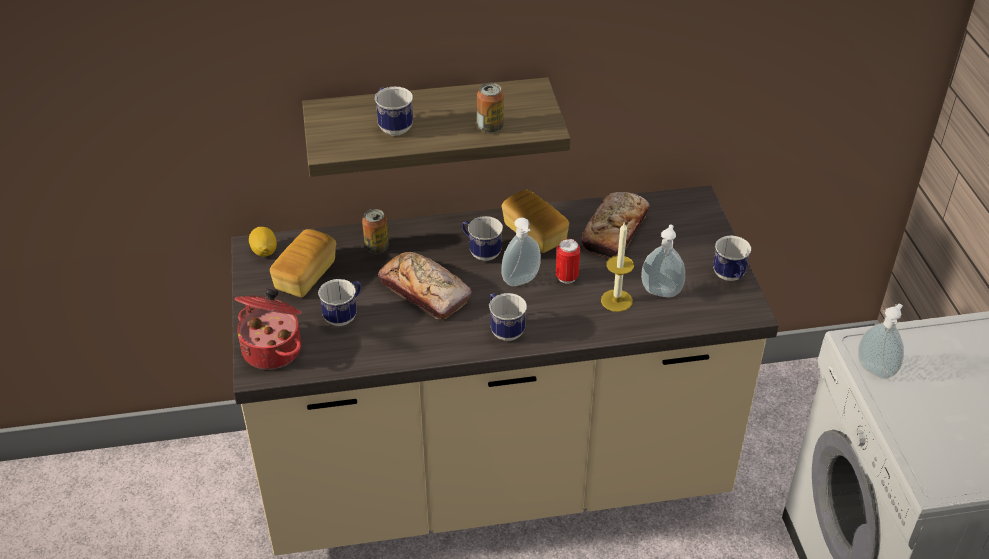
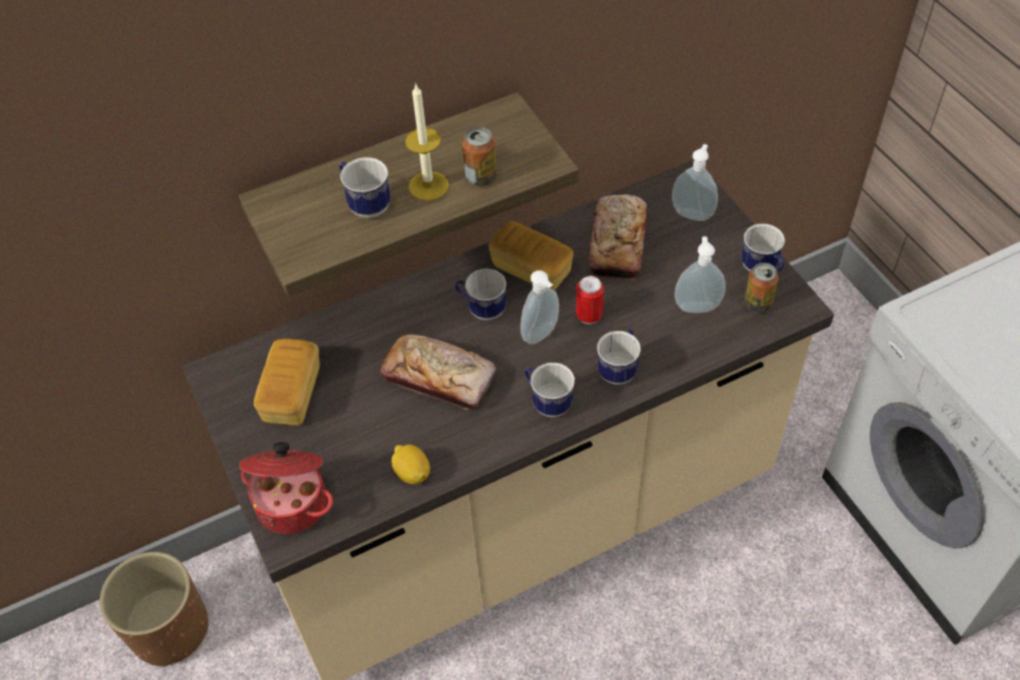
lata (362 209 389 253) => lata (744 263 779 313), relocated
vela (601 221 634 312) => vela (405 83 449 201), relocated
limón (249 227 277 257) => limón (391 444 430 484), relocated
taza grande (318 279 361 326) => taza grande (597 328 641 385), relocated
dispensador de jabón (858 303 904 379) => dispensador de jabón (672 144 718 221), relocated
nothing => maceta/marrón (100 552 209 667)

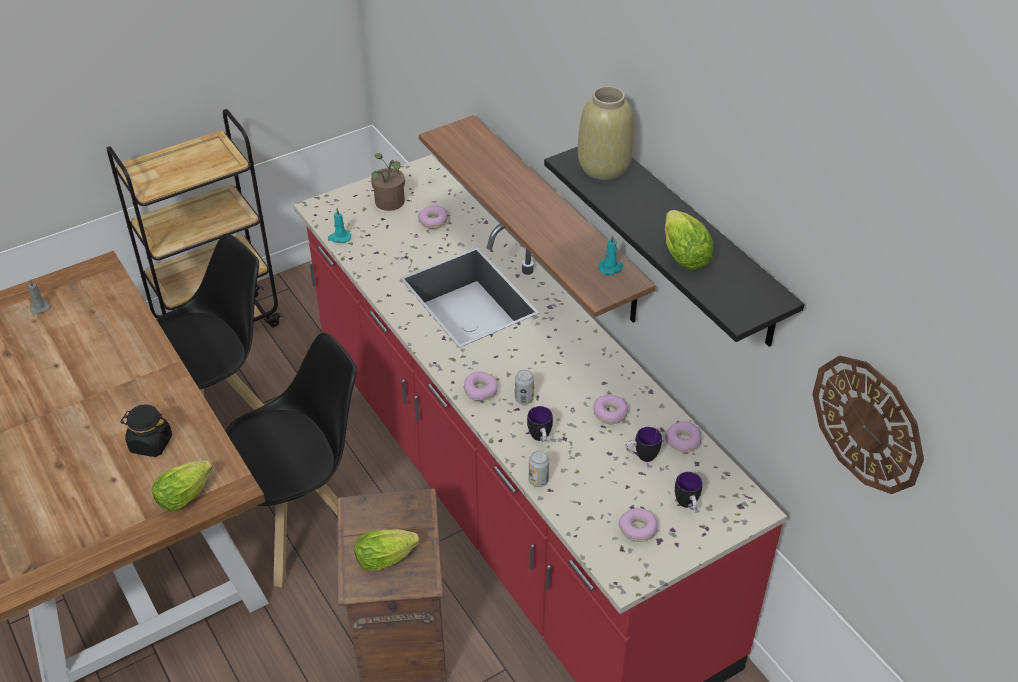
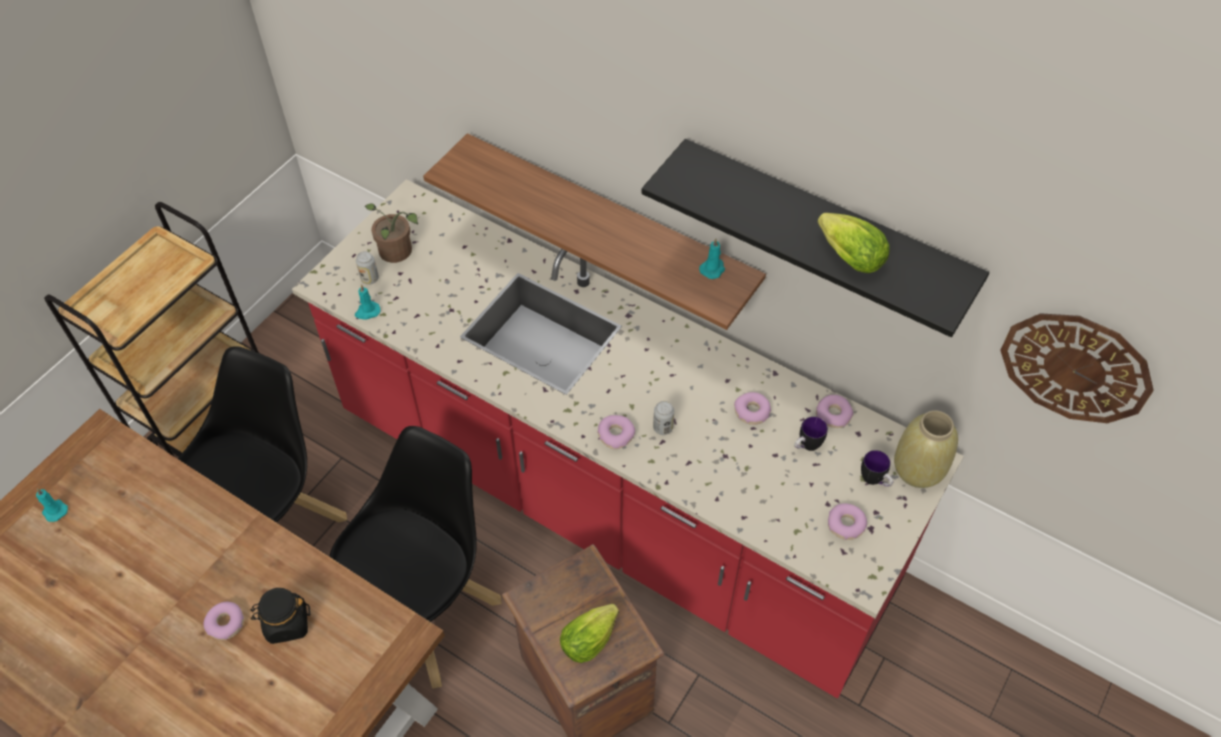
florero/beis (578 86 634 180) => florero/beis (894 410 958 488), relocated
rosquilla (418 205 448 229) => rosquilla (203 602 244 640), relocated
vela/gris (28 280 50 314) => vela/turquesa (36 488 68 522)
taza grande (527 406 553 442) => nothing
lata (529 451 549 487) => lata (356 251 379 285), relocated
lechuga (152 460 213 511) => nothing

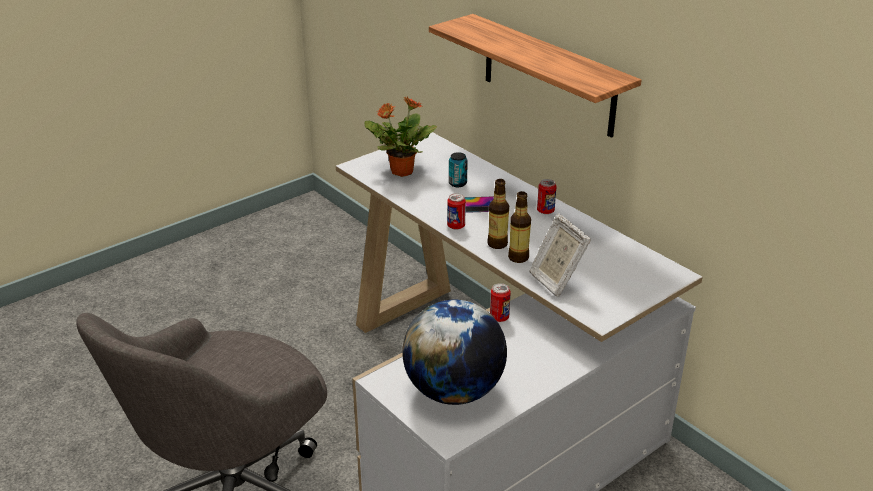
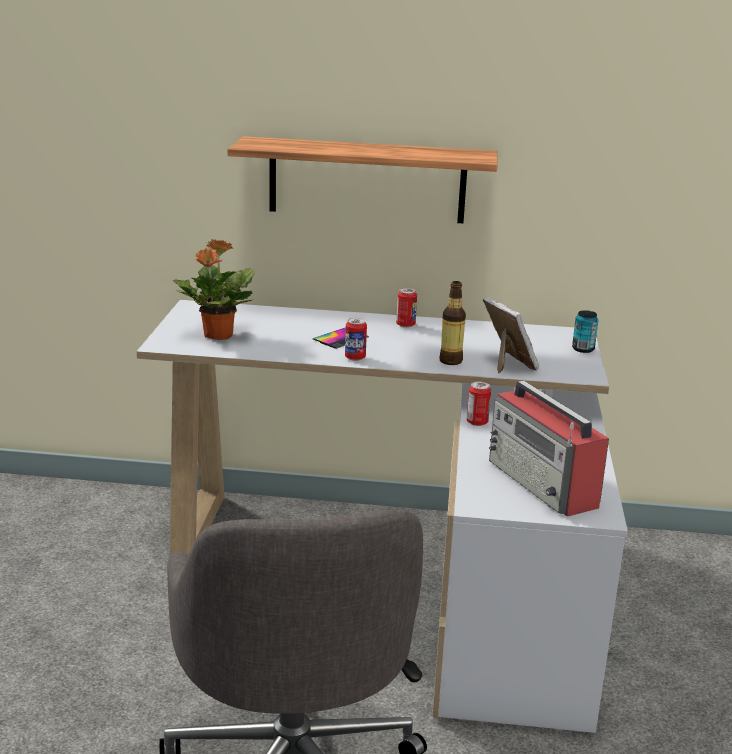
lata (449 152 468 187) => lata (572 310 598 353), relocated
botella (488 179 509 249) => nothing
portarretratos (529 213 591 297) => portarretratos (483 297 540 373), 135 degrees counterclockwise
globo terráqueo (402 300 507 405) => radio (489 381 609 517)

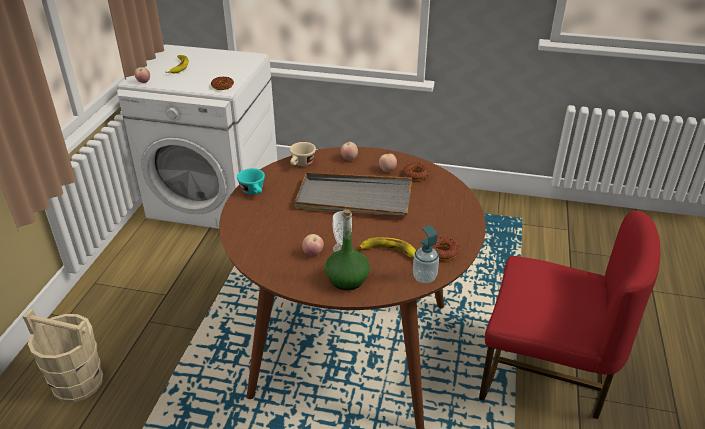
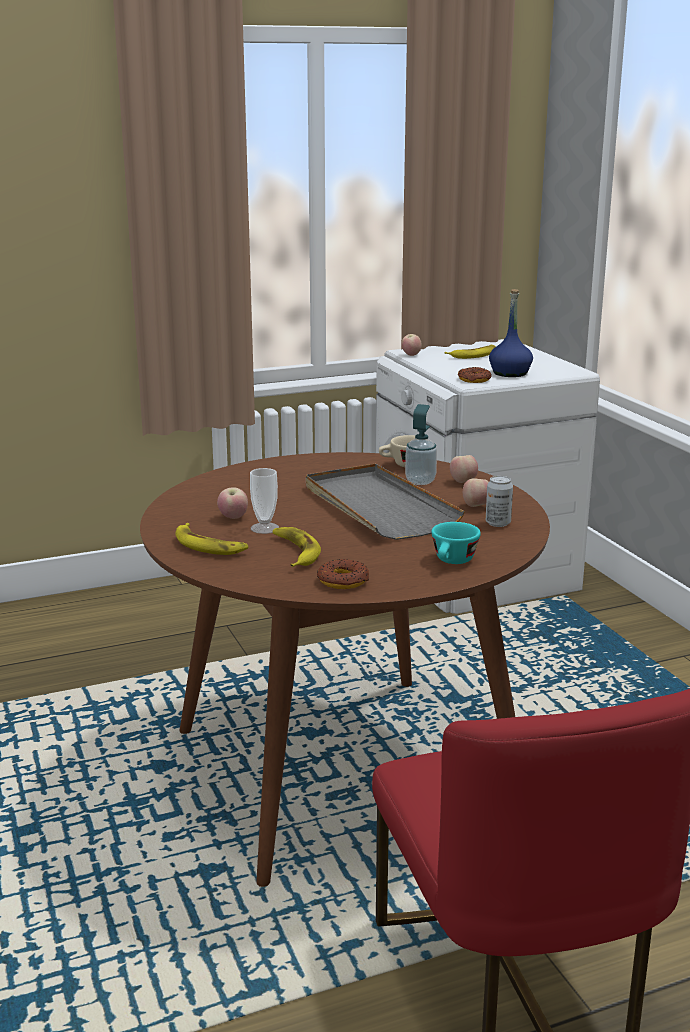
rosquilla (403 162 430 181) => lata (486 476 513 527)
taza/turquesa (237 168 265 194) => taza/turquesa (431 522 481 564), relocated
botella/verde (325 209 370 290) => plátano (175 523 248 555)
dispensador de jabón (413 225 439 283) => dispensador de jabón (405 404 437 485), relocated
cubo/beis (23 308 103 402) => nothing
nothing => botella/azul (489 289 533 377)

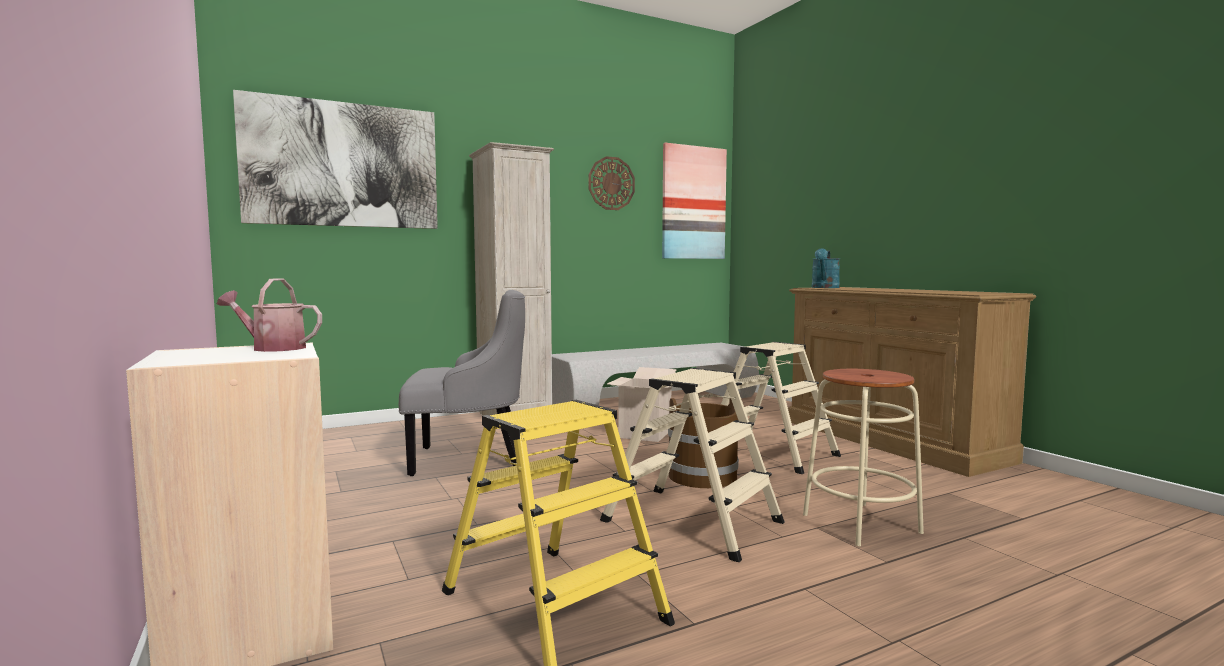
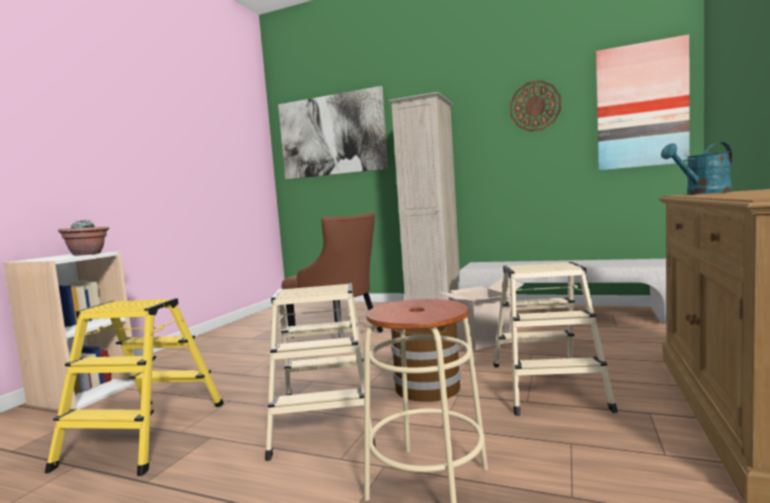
regadera (217 278 322 352) => planta en maceta (58 219 109 256)
silla/gris (399 290 525 476) => silla/marrón (282 213 383 338)

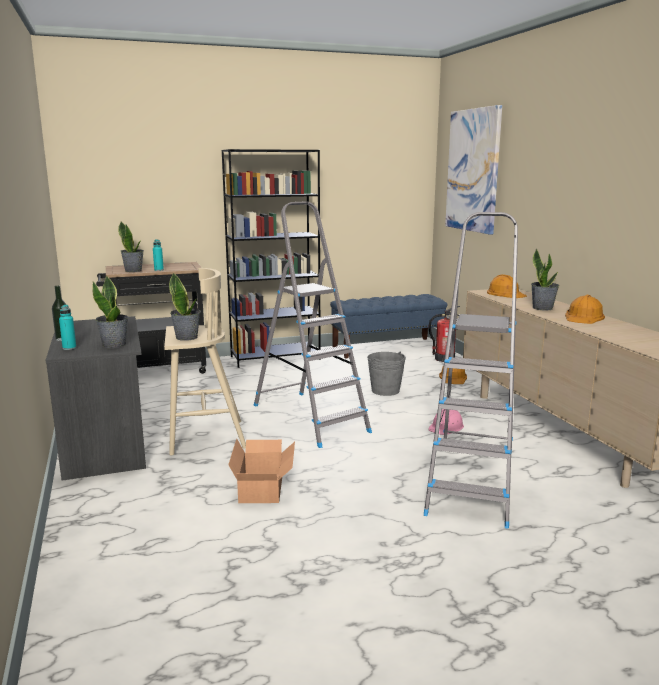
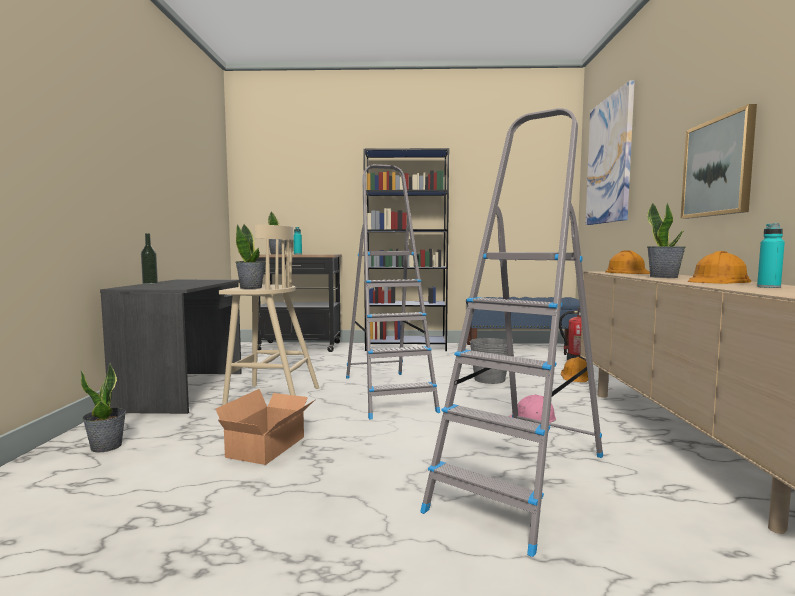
planta en maceta (92 276 128 348) => planta en maceta (81 362 126 453), relocated
botella/turquesa (59 305 76 350) => botella/turquesa (757 223 785 288), relocated
nothing => cuadro (681 104 757 219)

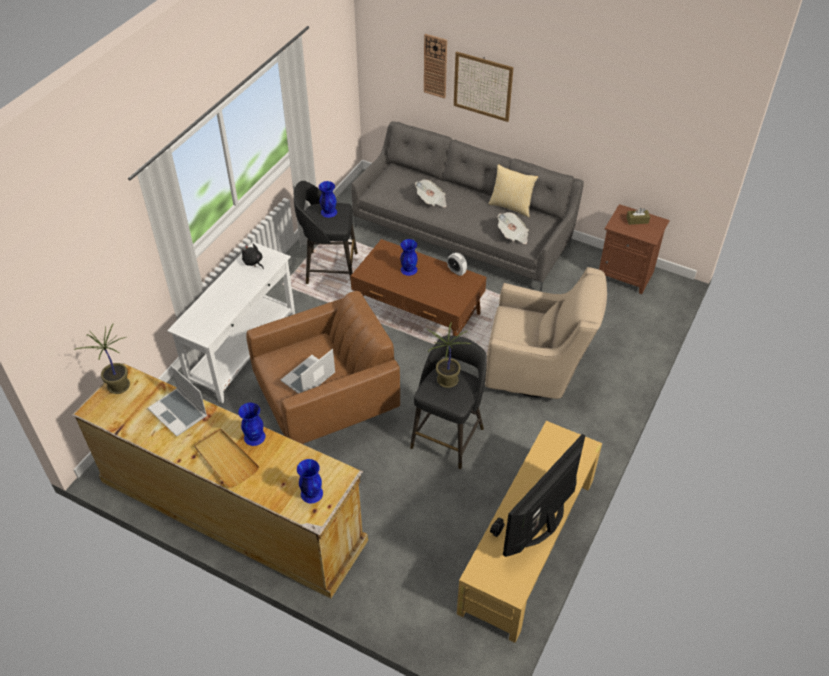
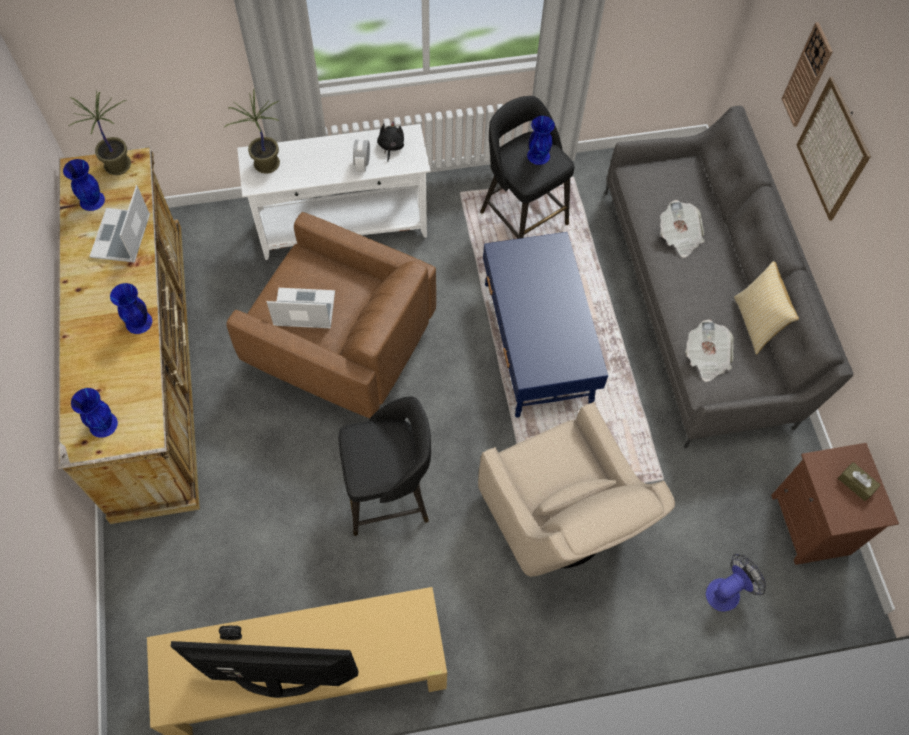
mesa de centro/marrón (350 239 487 336) => mesa de centro/azul (483 232 608 418)
florero/azul (400 239 418 276) => florero/azul (63 159 105 211), relocated
despertador (447 253 467 276) => despertador (353 138 370 172), relocated
planta en maceta (427 322 471 388) => planta en maceta (223 89 280 174), relocated
bandeja/beis (194 428 259 488) => nothing
nothing => ventilador (706 554 766 612)

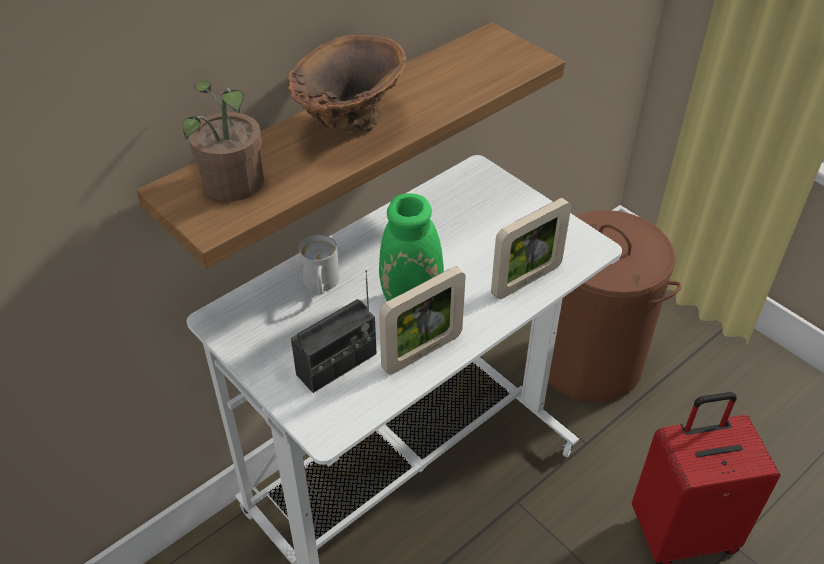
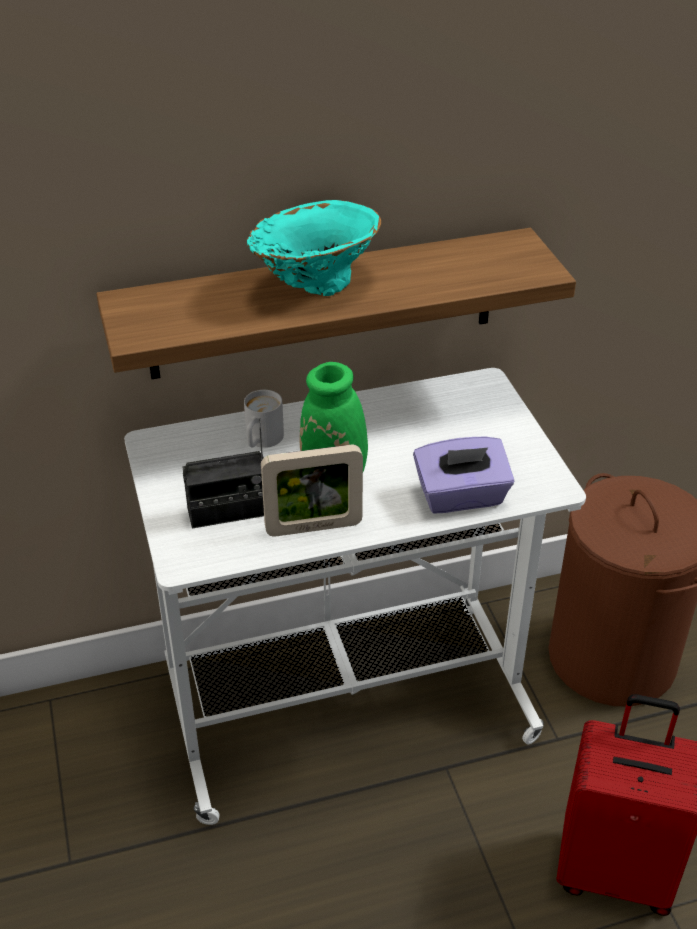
florero/marrón (288 35 406 133) => florero/turquesa (247 200 381 296)
planta en maceta (183 81 264 201) => nothing
portarretratos (491 198 571 299) => caja de pañuelos/morado (413 437 514 514)

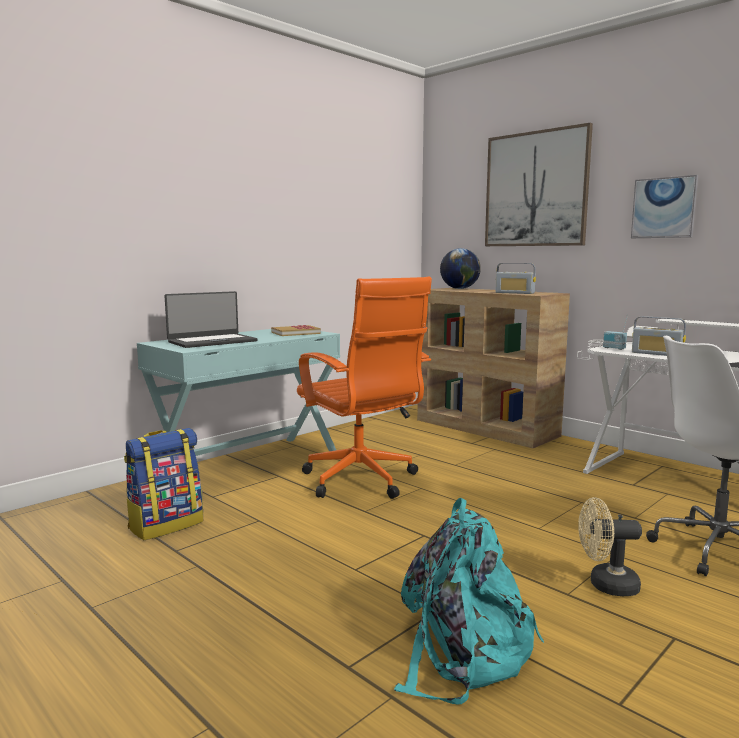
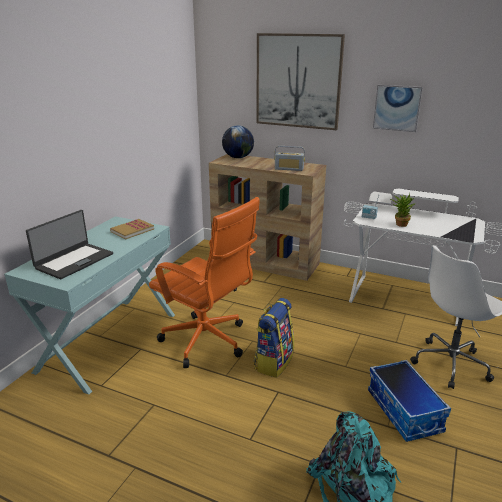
radio (632 316 686 356) => planta en maceta (390 193 416 227)
mochila (124 428 203 540) => mochila (254 298 294 378), relocated
ventilador/beis (578 497 642 596) => caja de almacenaje (368 360 451 442)

